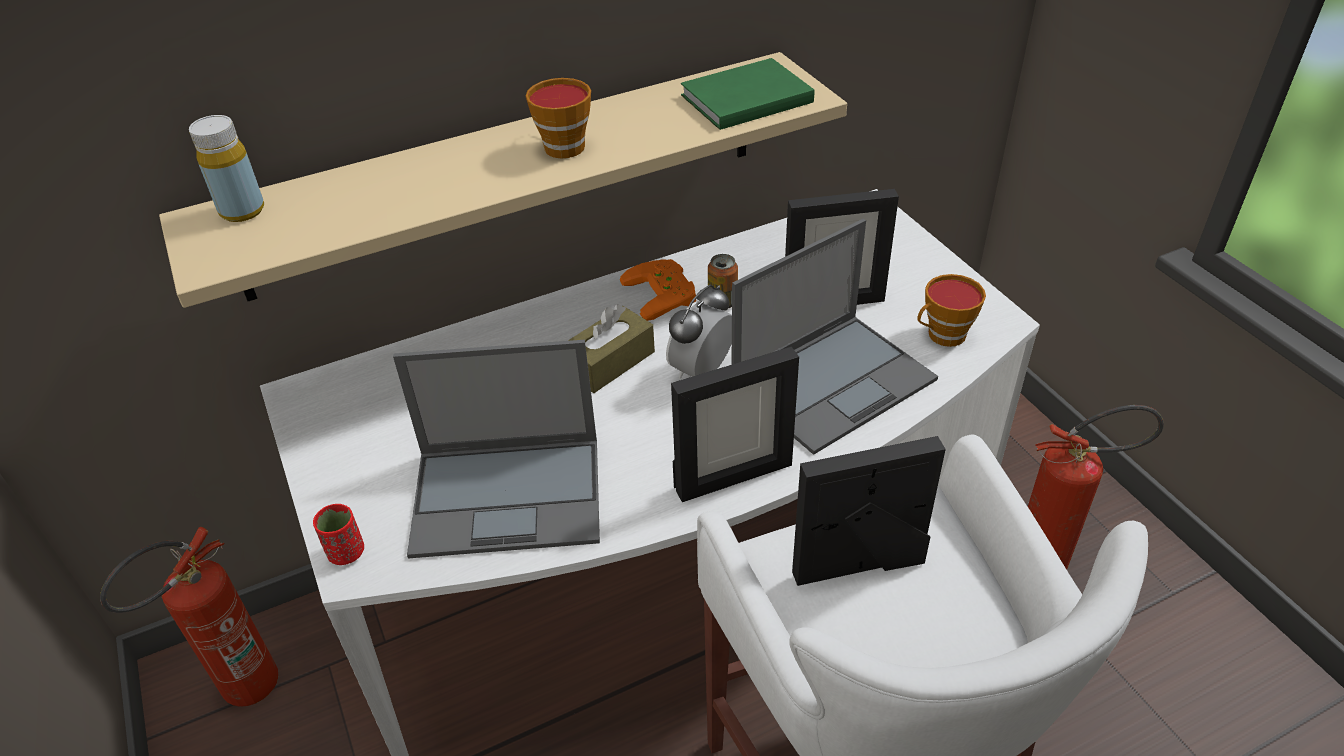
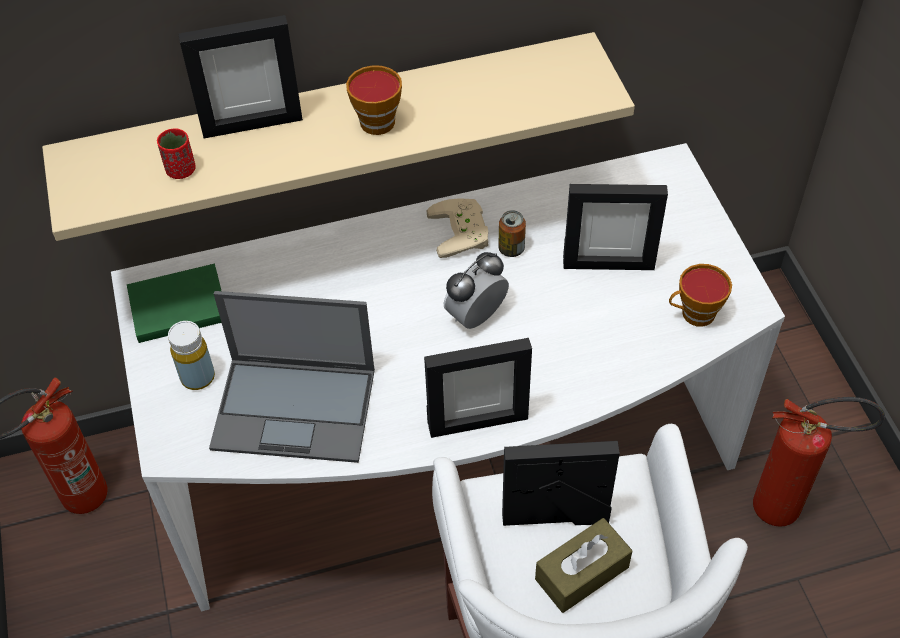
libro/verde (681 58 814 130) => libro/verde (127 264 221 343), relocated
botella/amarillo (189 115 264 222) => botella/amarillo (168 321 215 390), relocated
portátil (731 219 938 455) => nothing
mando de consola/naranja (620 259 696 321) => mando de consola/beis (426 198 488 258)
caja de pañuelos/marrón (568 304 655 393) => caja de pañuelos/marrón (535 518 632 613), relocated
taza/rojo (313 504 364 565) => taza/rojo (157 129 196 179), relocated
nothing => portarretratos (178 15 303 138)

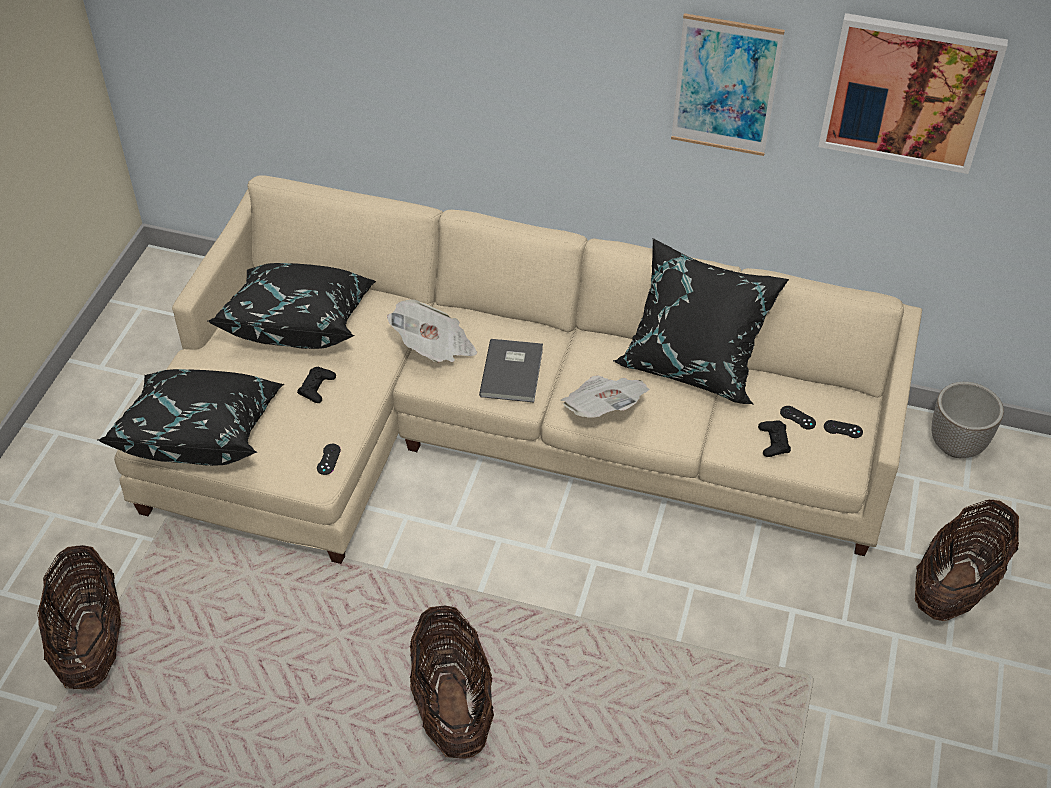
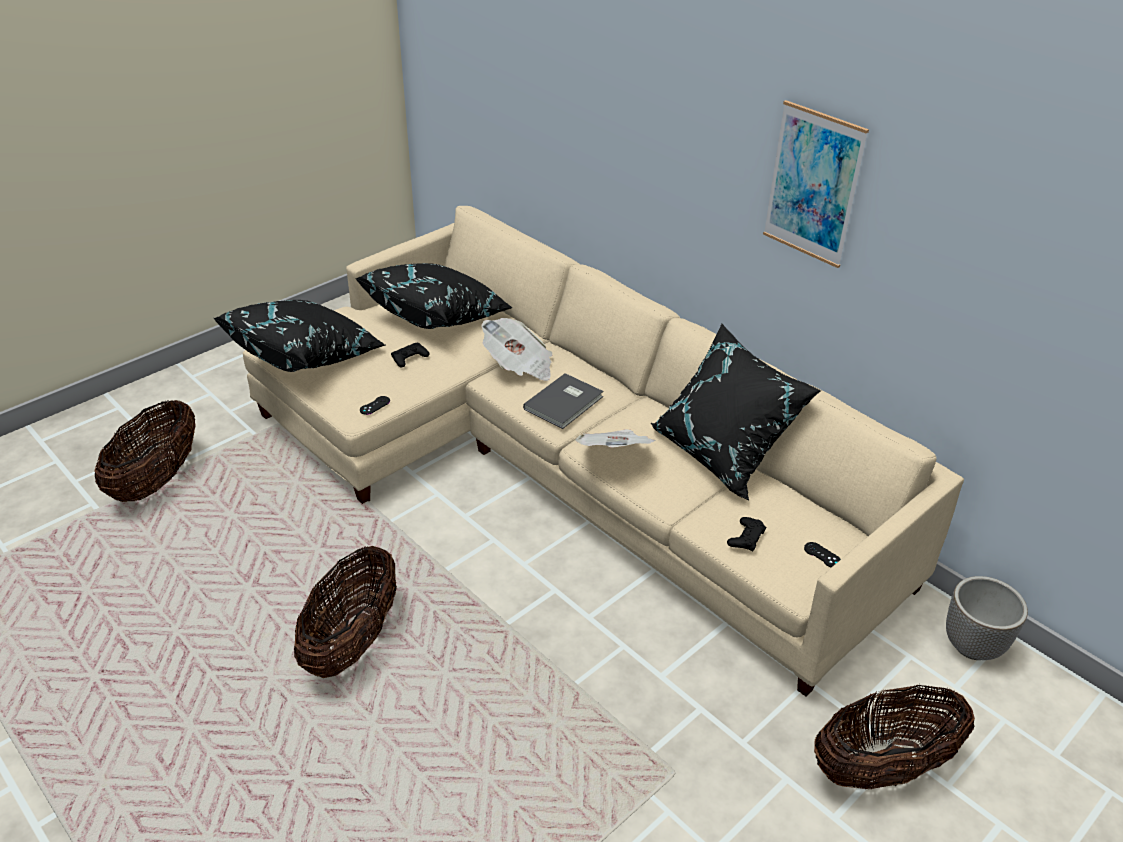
cuadro (818 13 1008 174) => nothing
mando de consola/negro (780 406 816 430) => nothing

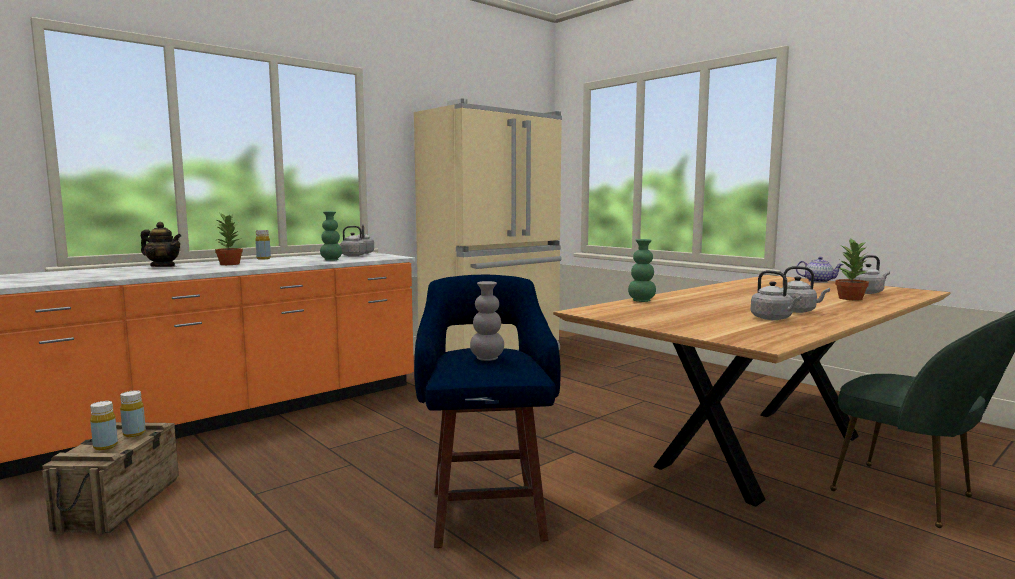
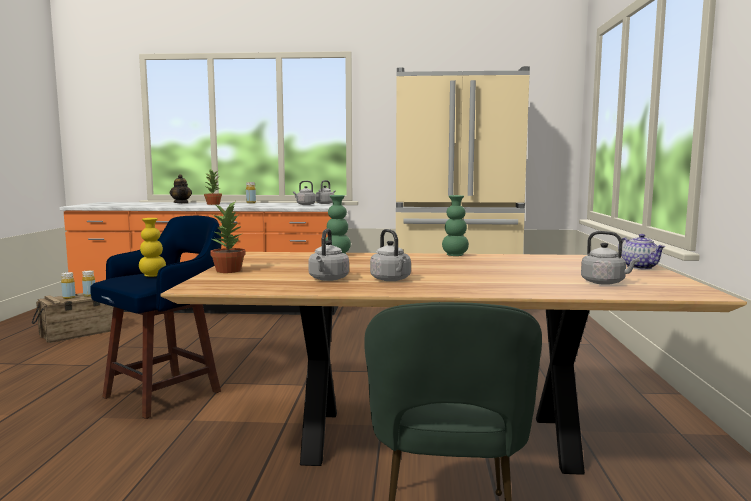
florero/verde (320 211 342 261) => florero/verde (442 195 469 256), relocated
planta en maceta (835 239 869 300) => planta en maceta (210 201 246 273), relocated
florero/gris (470 281 504 361) => florero/amarillo (139 218 166 277)

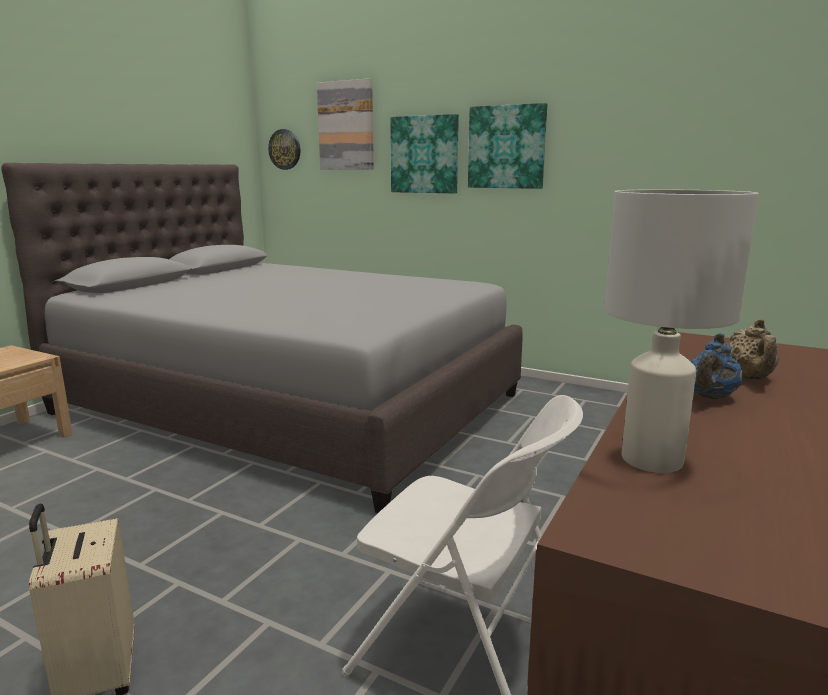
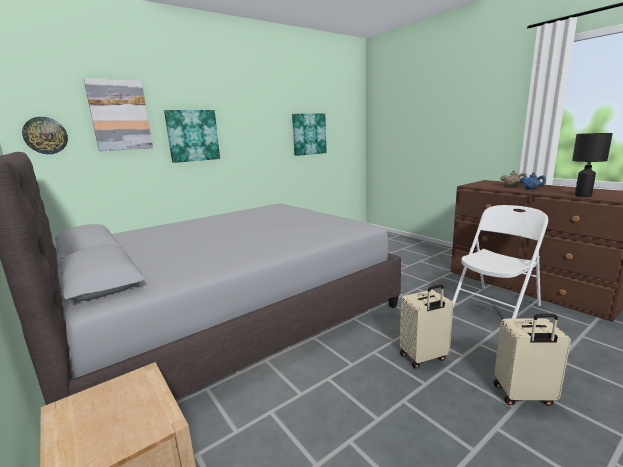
cuadro (468 103 547 189) => cuadro (292 113 327 156), relocated
lámpara de mesa/blanco (604 189 759 473) => lámpara de mesa/negro (572 133 613 197)
nothing => maleta/beis (400 284 454 369)

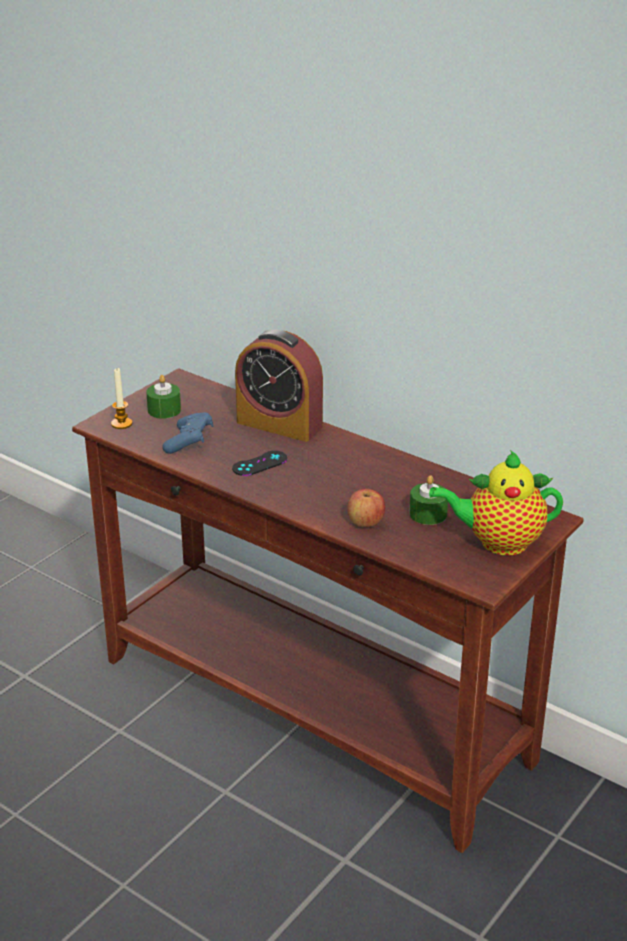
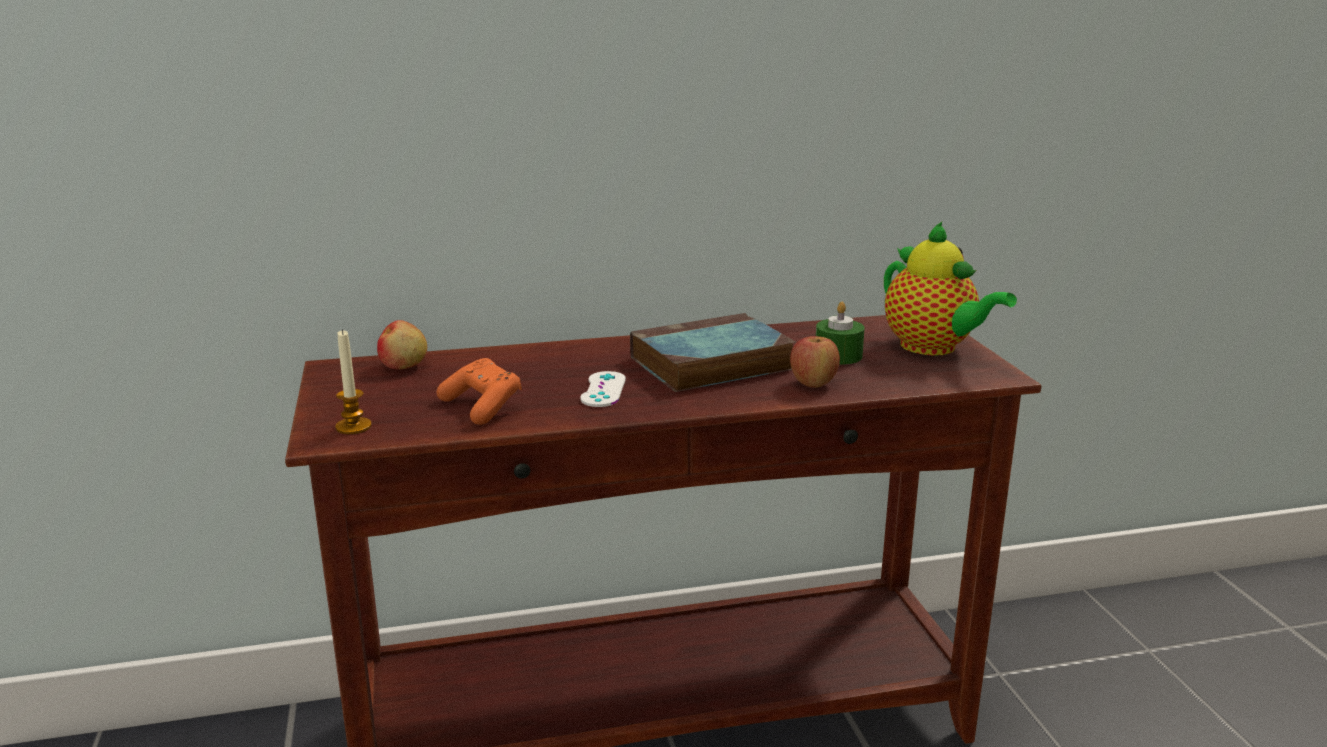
despertador (235 329 323 442) => nothing
vela/verde (146 375 181 419) => nothing
mando de consola/azul (162 413 213 454) => mando de consola/naranja (437 358 522 425)
tetera (429 450 563 556) => tetera (884 222 1017 356), 75 degrees counterclockwise
mando de consola/negro (232 451 287 476) => mando de consola/blanco (580 371 626 407)
nothing => libro (630 313 796 392)
nothing => manzana (377 320 427 370)

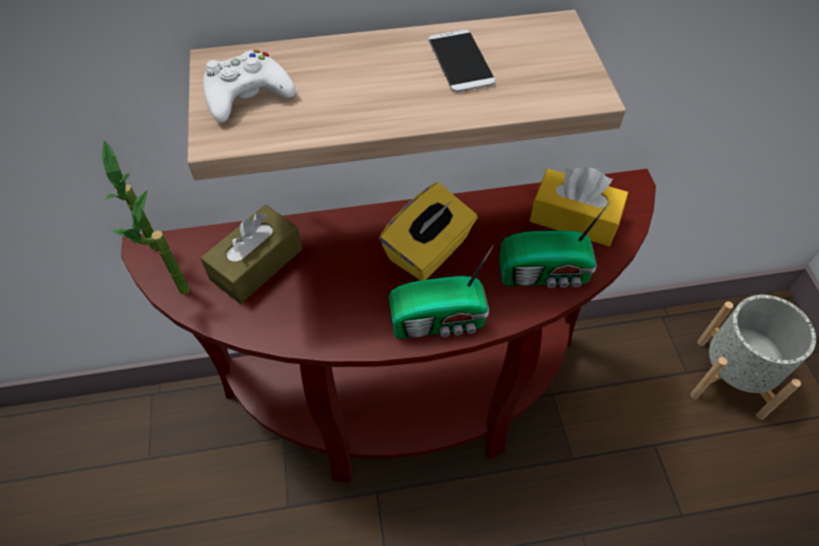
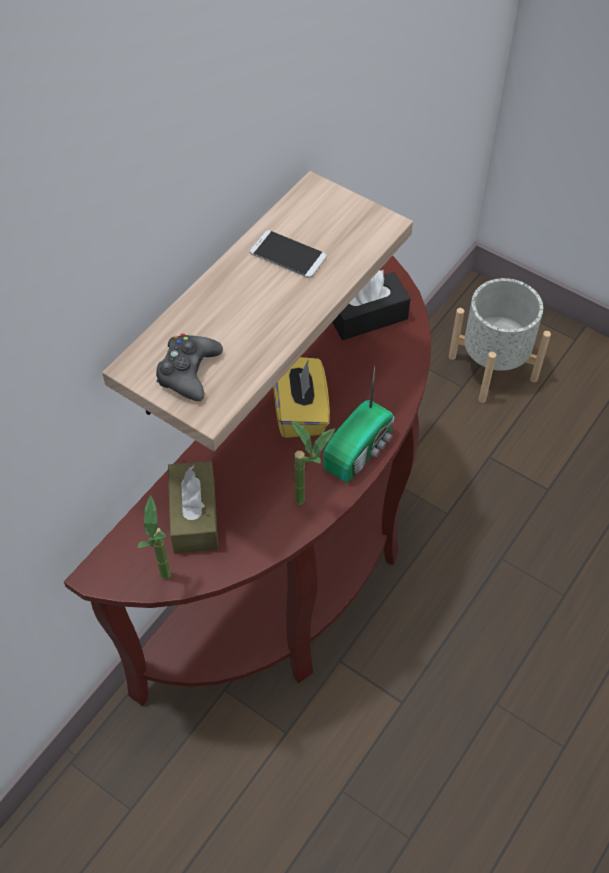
mando de consola/blanco (203 49 295 123) => mando de consola/negro (156 334 223 401)
planta en maceta (102 140 157 250) => planta en maceta (291 421 335 505), relocated
caja de pañuelos/amarillo (530 167 628 246) => caja de pañuelos/negro (332 270 411 340)
radio (499 202 610 288) => nothing

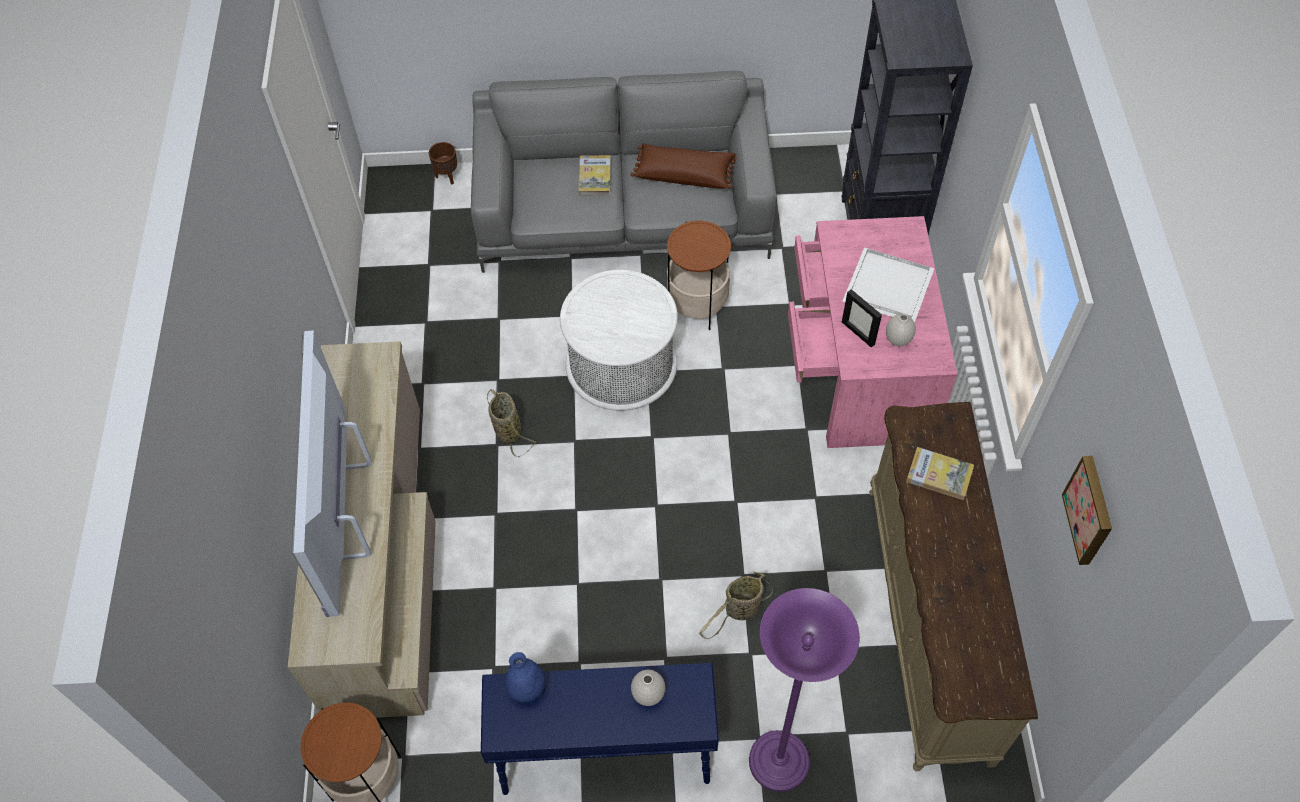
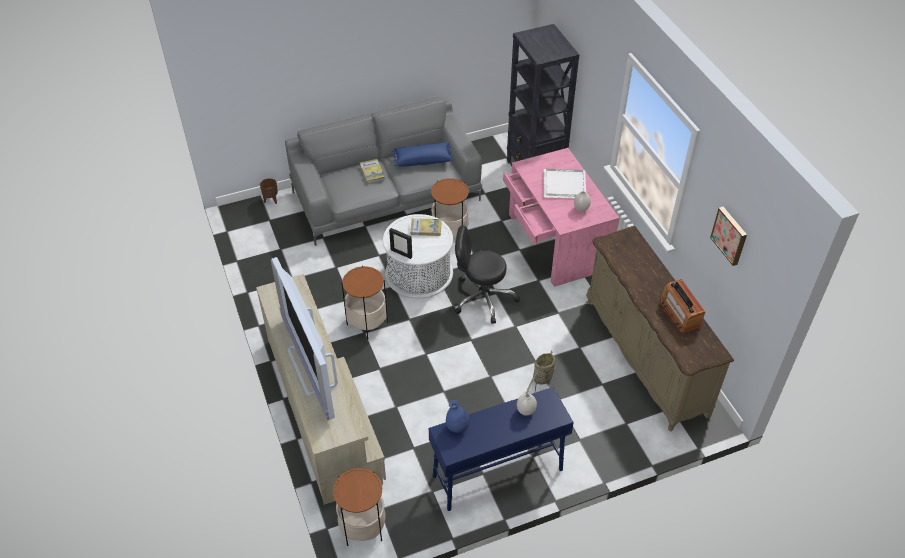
cojín/marrón (631 144 737 189) => cojín/azul (392 142 454 167)
portarretratos (842 289 882 347) => portarretratos (389 228 412 259), relocated
cesta (487 389 537 457) => mesa auxiliar (342 266 388 340)
libro (906 447 974 500) => libro (410 218 442 236), relocated
lámpara de pie/morado (749 588 860 792) => nothing
nothing => silla de oficina/negro (455 226 520 324)
nothing => radio (660 279 705 333)

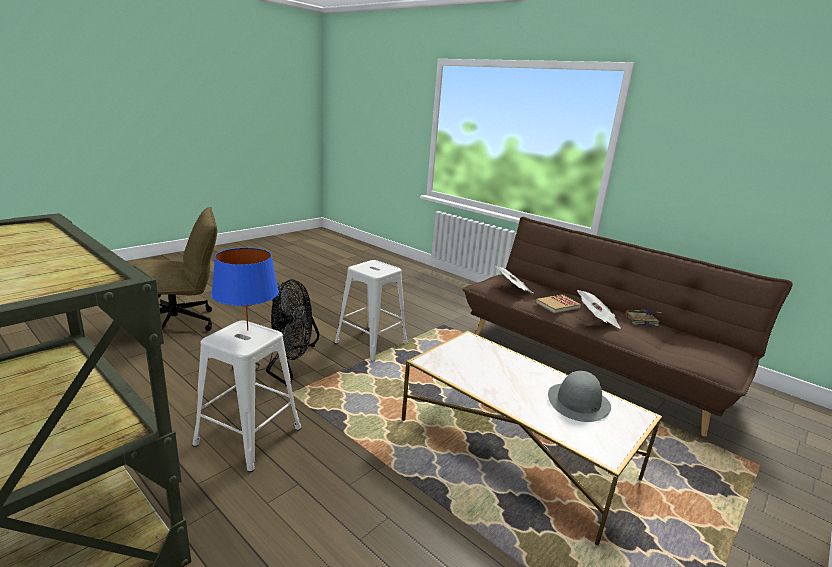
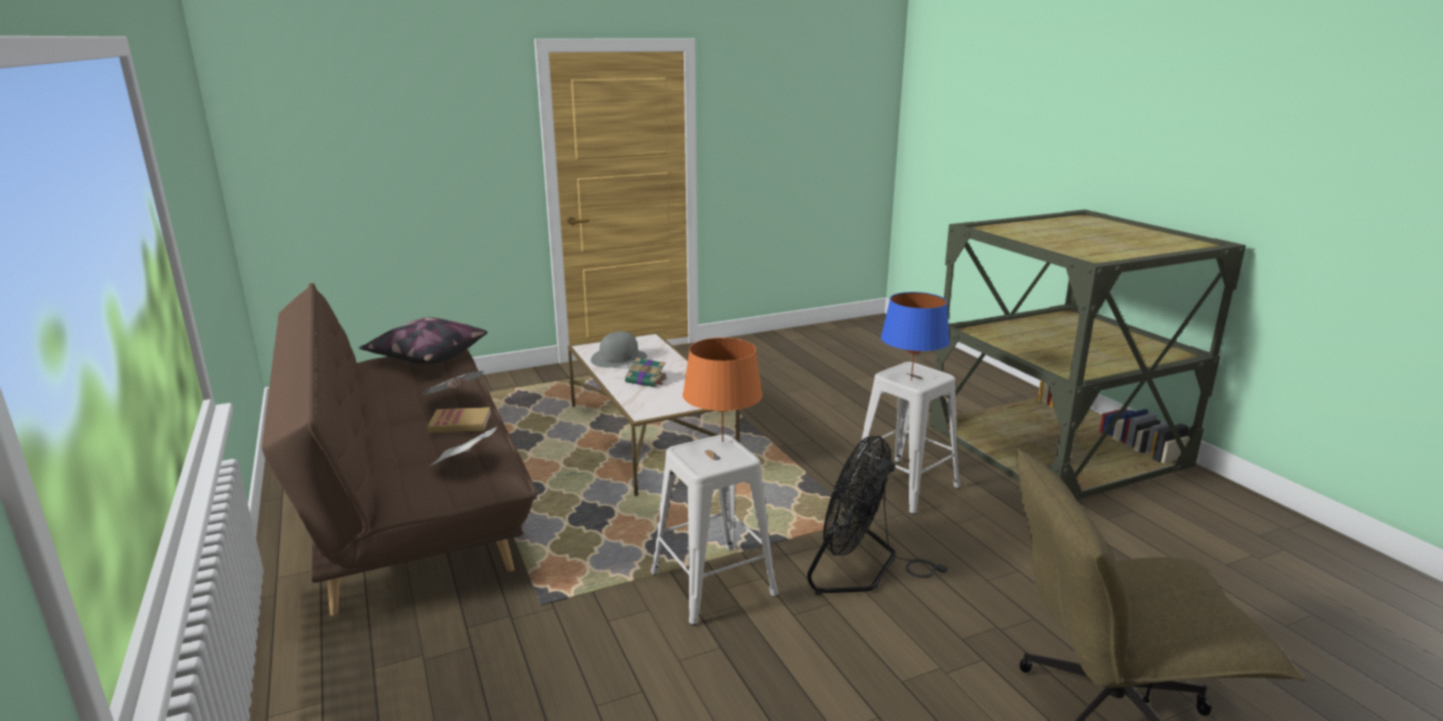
libro (623 310 662 326) => libro (625 358 667 387), relocated
nothing => cojín (359 317 487 364)
nothing => lámpara de mesa/naranja (683 338 762 442)

